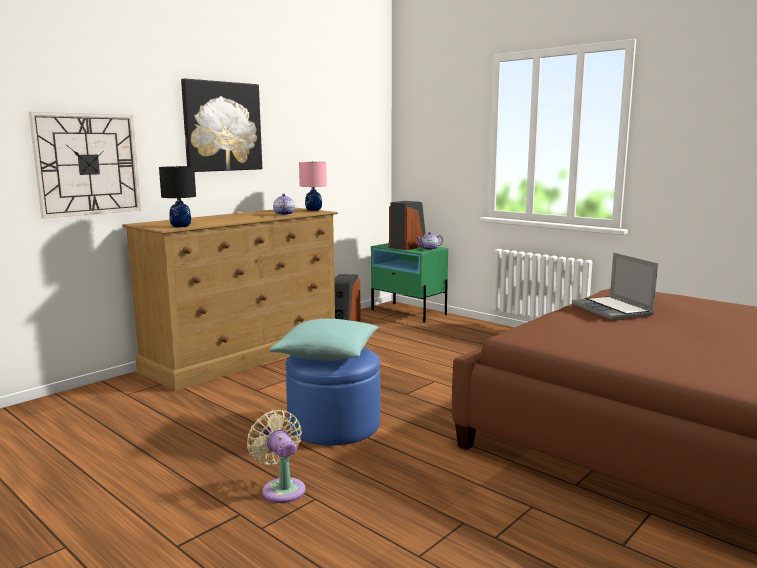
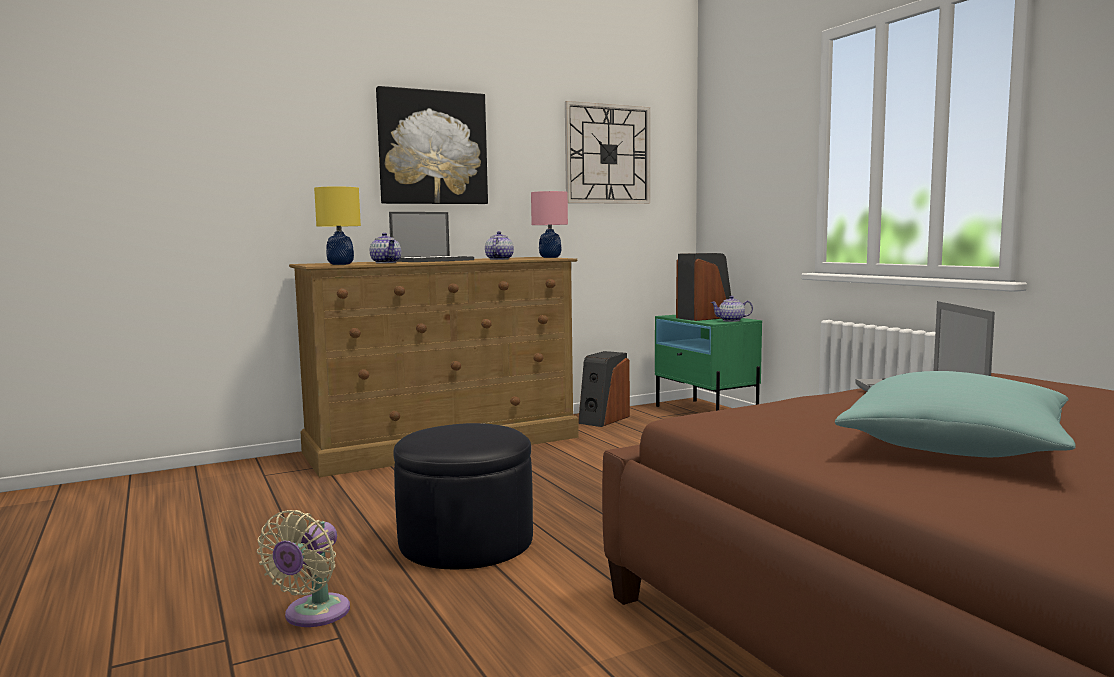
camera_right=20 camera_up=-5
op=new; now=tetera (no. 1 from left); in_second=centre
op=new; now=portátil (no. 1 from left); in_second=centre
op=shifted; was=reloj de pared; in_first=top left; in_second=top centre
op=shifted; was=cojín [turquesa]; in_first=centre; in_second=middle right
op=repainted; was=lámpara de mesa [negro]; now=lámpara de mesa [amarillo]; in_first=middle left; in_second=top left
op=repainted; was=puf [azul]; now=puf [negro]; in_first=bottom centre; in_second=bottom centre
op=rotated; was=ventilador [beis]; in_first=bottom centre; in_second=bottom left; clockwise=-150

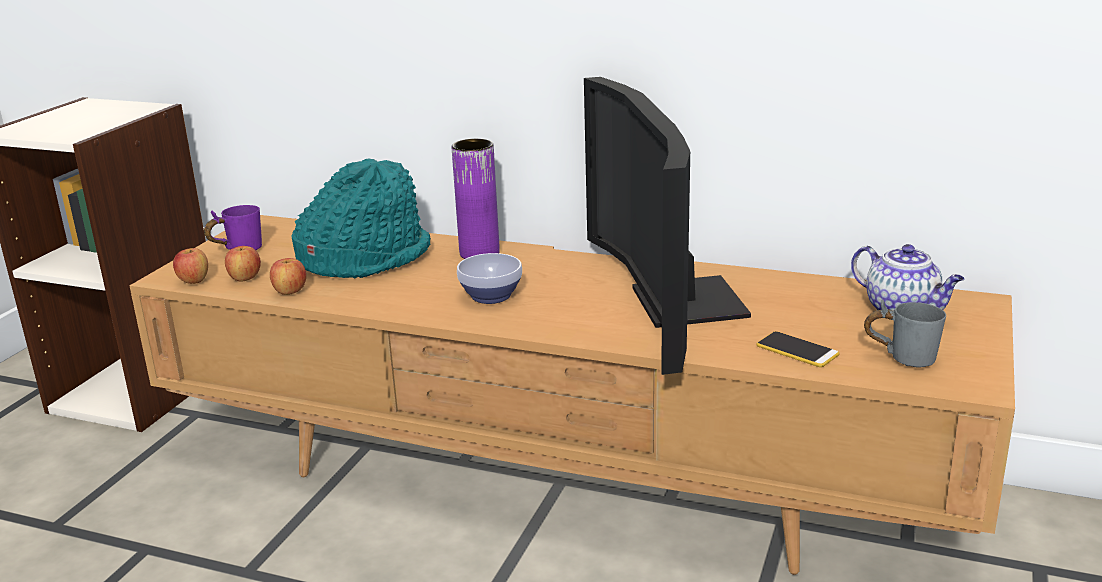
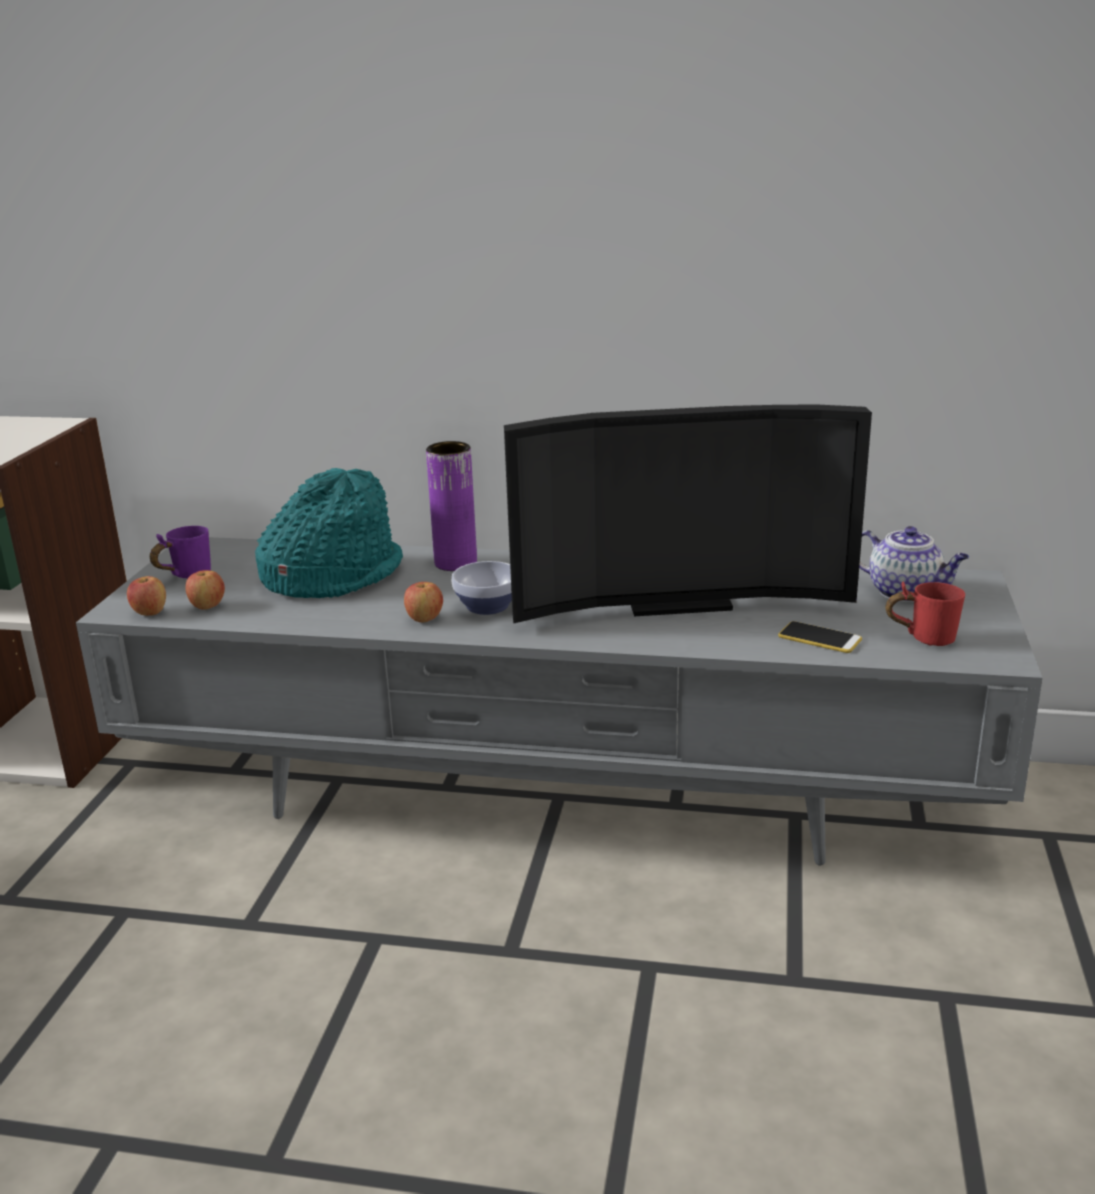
camera_right=-10 camera_up=0
op=shifted; was=manzana (no. 3 from left); in_first=middle left; in_second=centre
op=repainted; was=mueble de televisión [marrón]; now=mueble de televisión [gris]; in_first=bottom centre; in_second=centre
op=repainted; was=taza grande [gris]; now=taza grande [rojo]; in_first=middle right; in_second=middle right
op=rotated; was=televisor; in_first=centre; in_second=centre; clockwise=-75

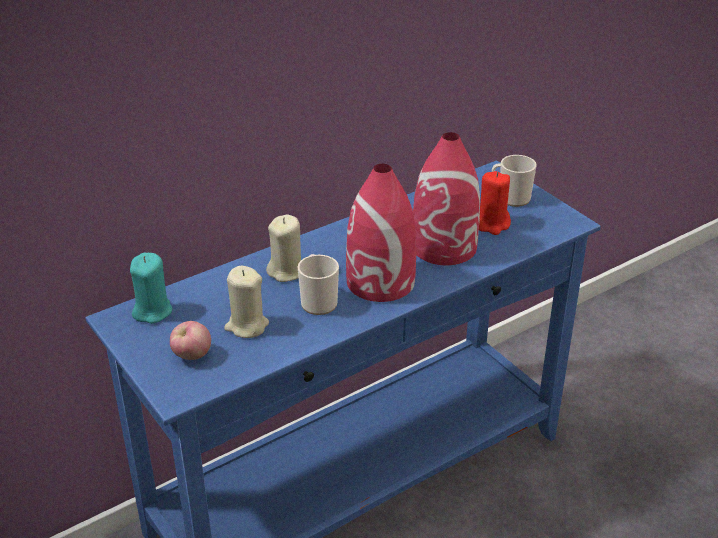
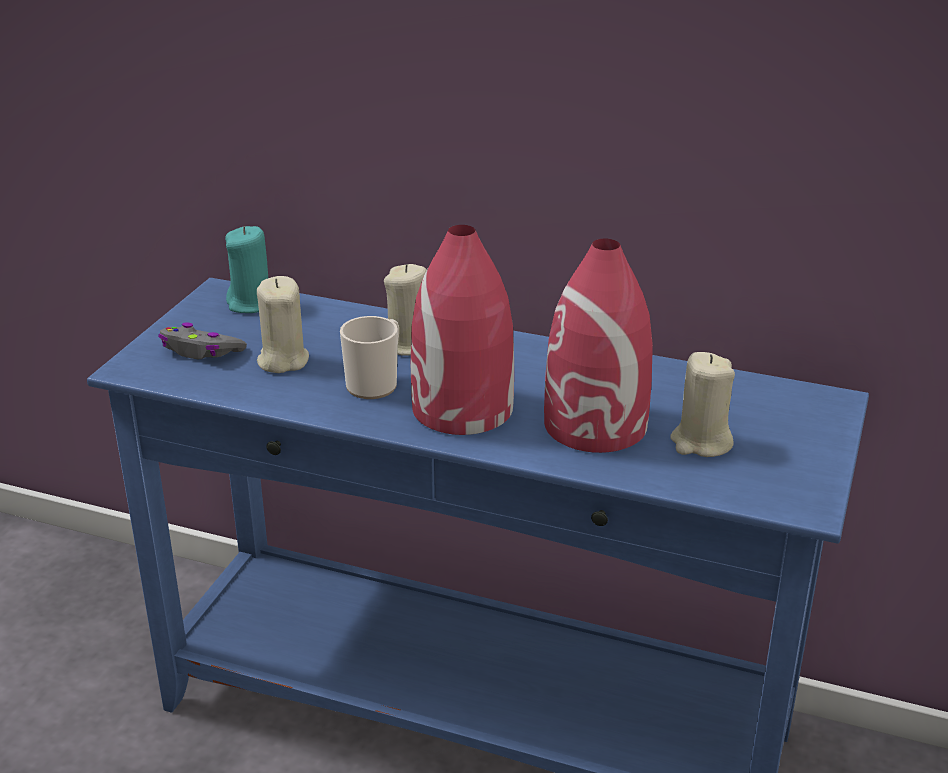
camera_right=55 camera_up=-5
op=gone; was=taza grande (no. 2 from left); in_first=middle right
op=swapped; was=manzana; now=mando de consola [gris]; in_first=middle left; in_second=middle left
op=repainted; was=vela [rojo]; now=vela [beis] (no. 3 from left); in_first=middle right; in_second=middle right

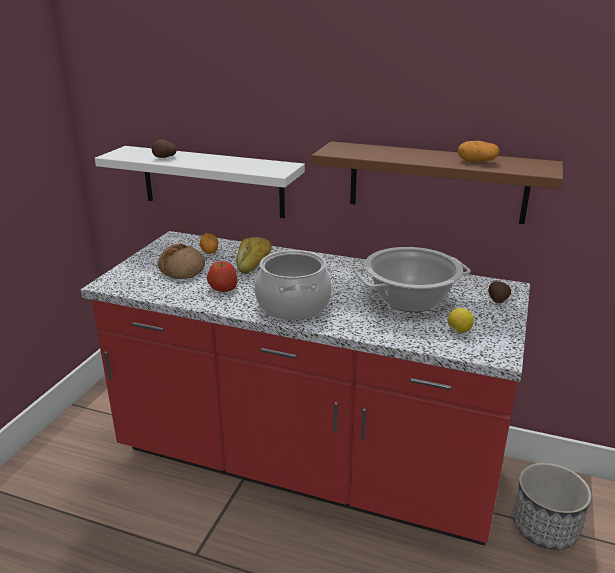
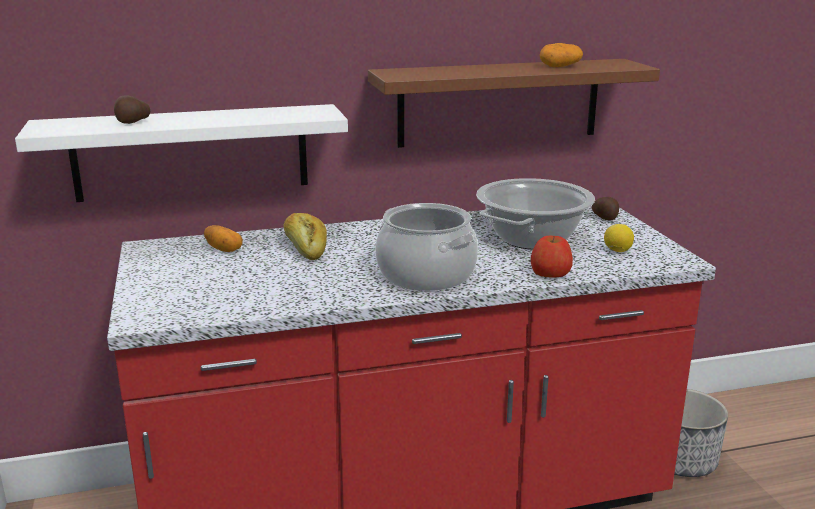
camera_right=-35 camera_up=-5
op=gone; was=pan (no. 1 from left); in_first=middle left
op=shifted; was=manzana; in_first=centre; in_second=middle right

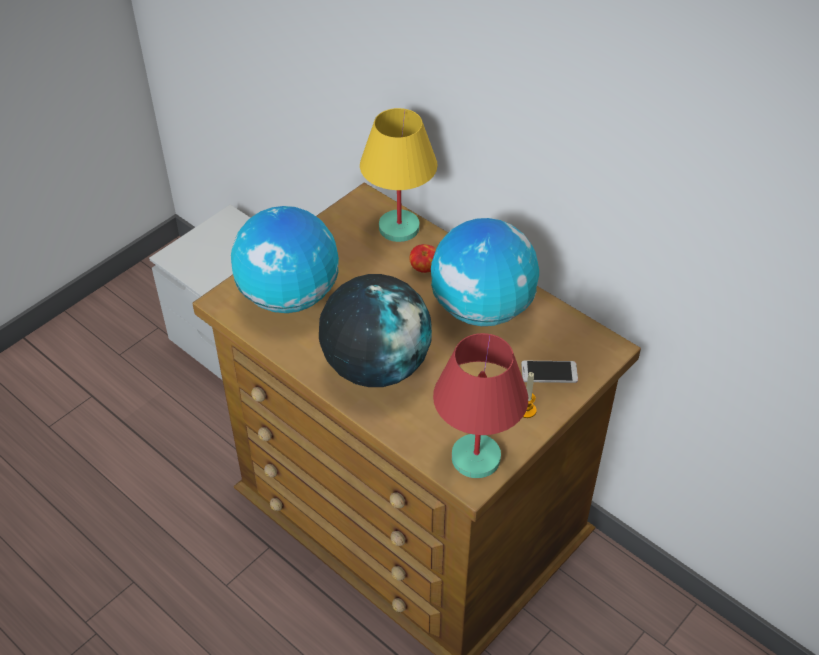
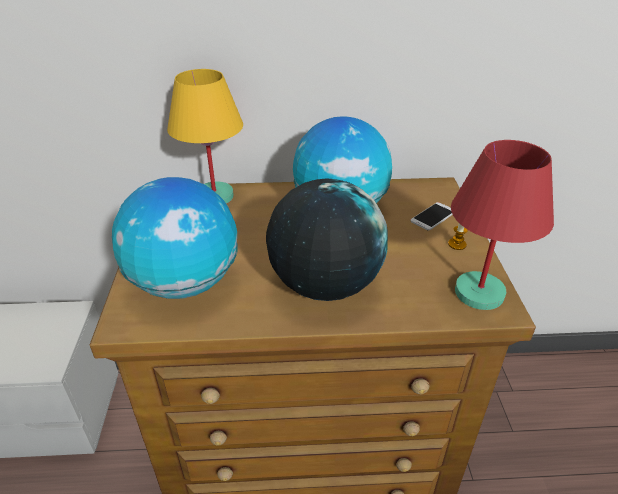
camera_right=-45 camera_up=-10
op=gone; was=manzana; in_first=centre

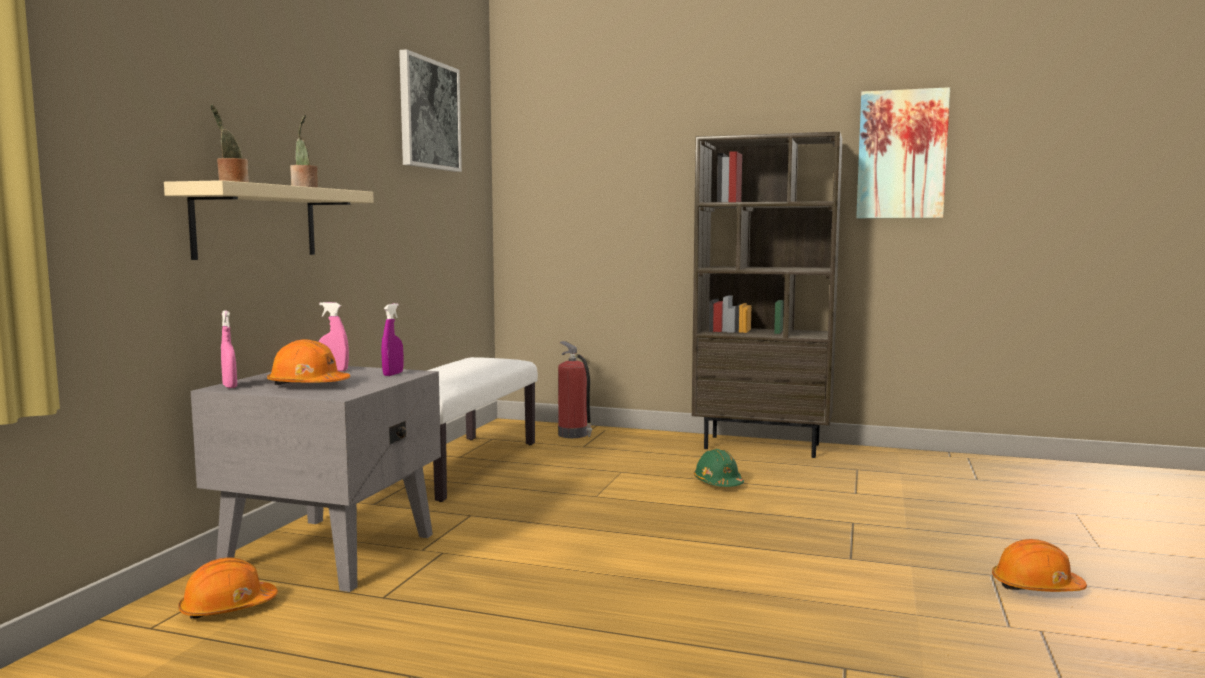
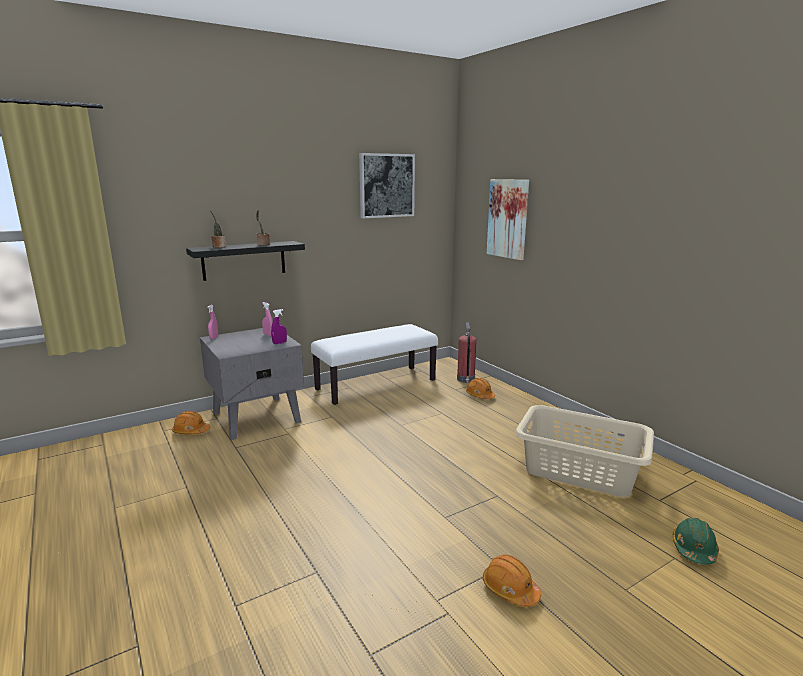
camera_right=40 camera_up=10
op=gone; was=estantería [marrón]; in_first=centre
op=new; now=cesto de la ropa [beis]; in_second=bottom right
op=shifted; was=casco [naranja] (no. 2 from left); in_first=middle left; in_second=centre
op=shifted; was=casco [verde]; in_first=bottom centre; in_second=bottom right
op=shifted; was=cuadro (no. 2 from left); in_first=top right; in_second=top centre
op=repainted; was=estante [beis]; now=estante [negro]; in_first=top left; in_second=middle left

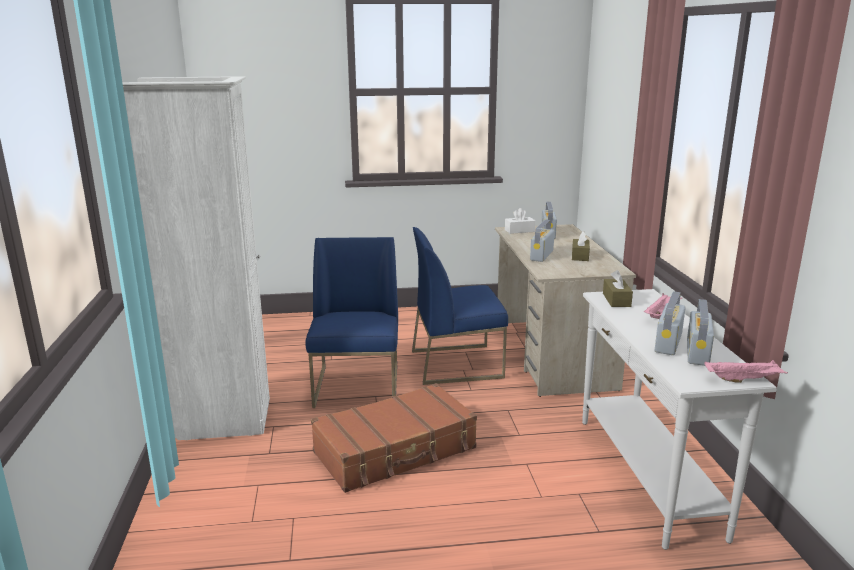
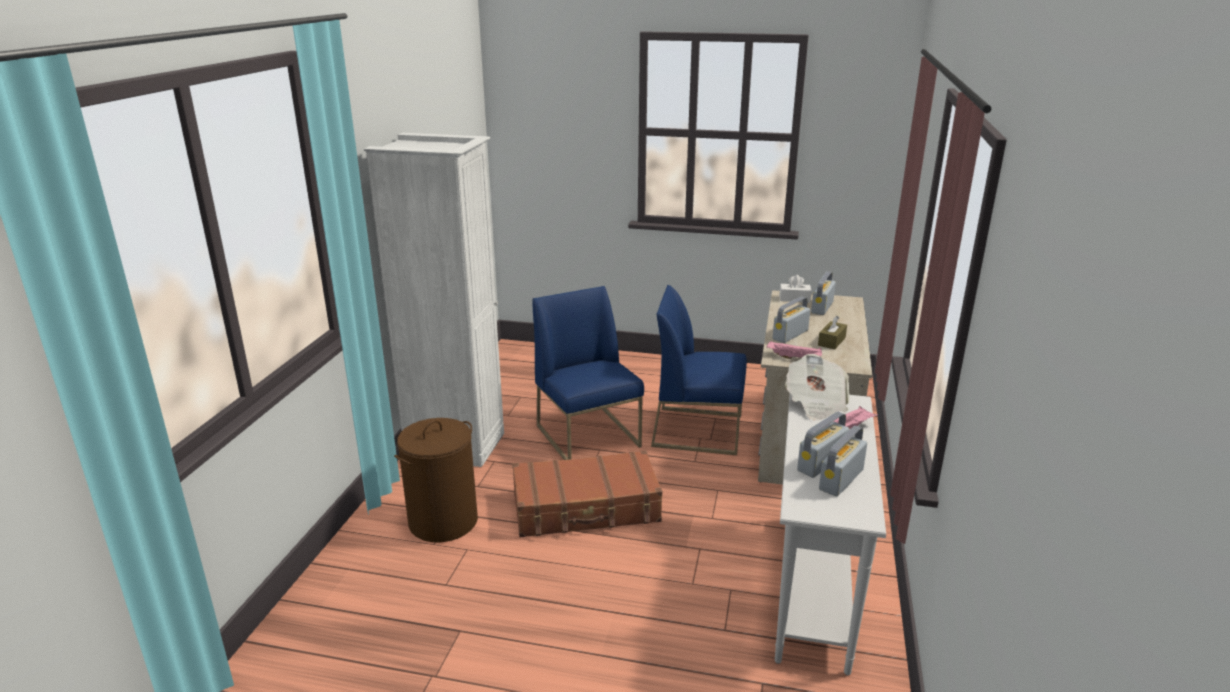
camera_right=20 camera_up=5
op=new; now=cesto de la ropa [marrón]; in_second=bottom centre
op=shifted; was=bandeja [rosa] (no. 2 from left in the first image); now=bandeja [rosa] (no. 1 from left); in_first=middle right; in_second=centre
op=swapped; was=caja de pañuelos [marrón] (no. 2 from left); now=periódico; in_first=middle right; in_second=centre
op=rotated; was=silla [azul] (no. 1 from left); in_first=centre; in_second=centre; clockwise=-45

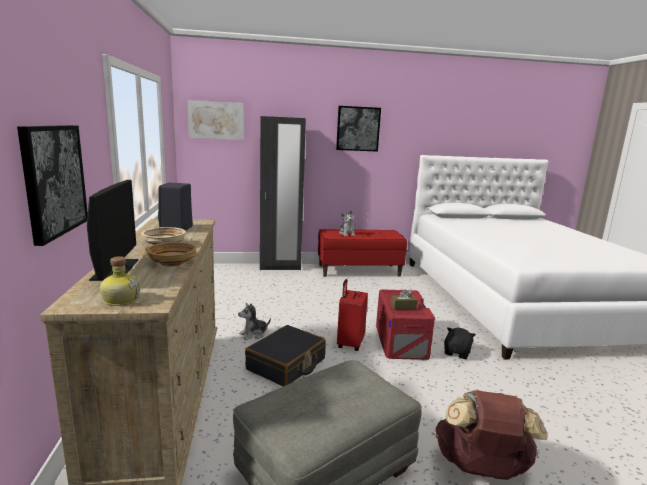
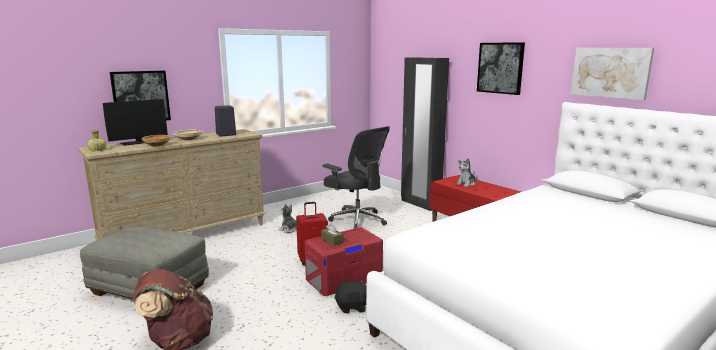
camera_right=60 camera_up=0
op=gone; was=maleta [negro]; in_first=bottom centre
op=new; now=silla de oficina; in_second=centre
op=shifted; was=cuadro (no. 2 from left in the first image); now=cuadro (no. 3 from left); in_first=top left; in_second=top right

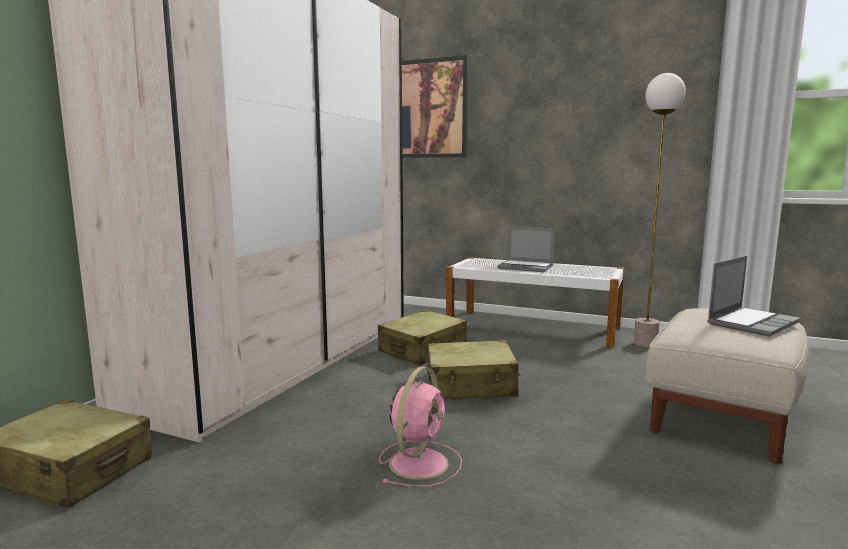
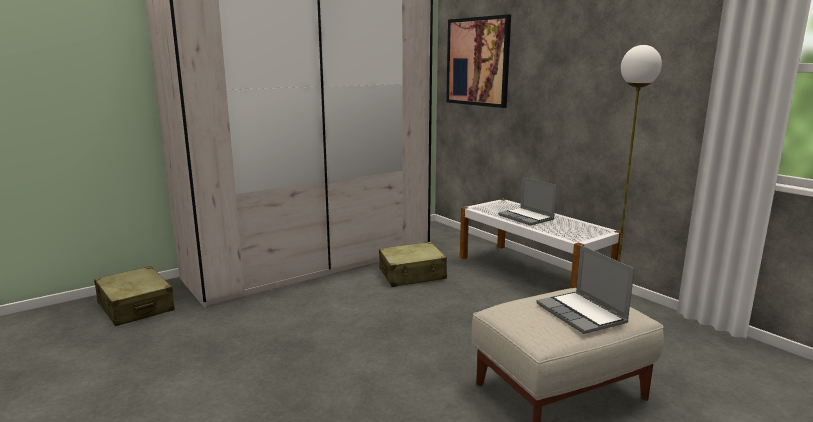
camera_right=30 camera_up=5
op=gone; was=ventilador [rosa]; in_first=bottom centre
op=gone; was=maleta [beis] (no. 3 from left); in_first=bottom centre
op=rotated; was=portátil (no. 2 from left); in_first=middle right; in_second=bottom right; clockwise=75

